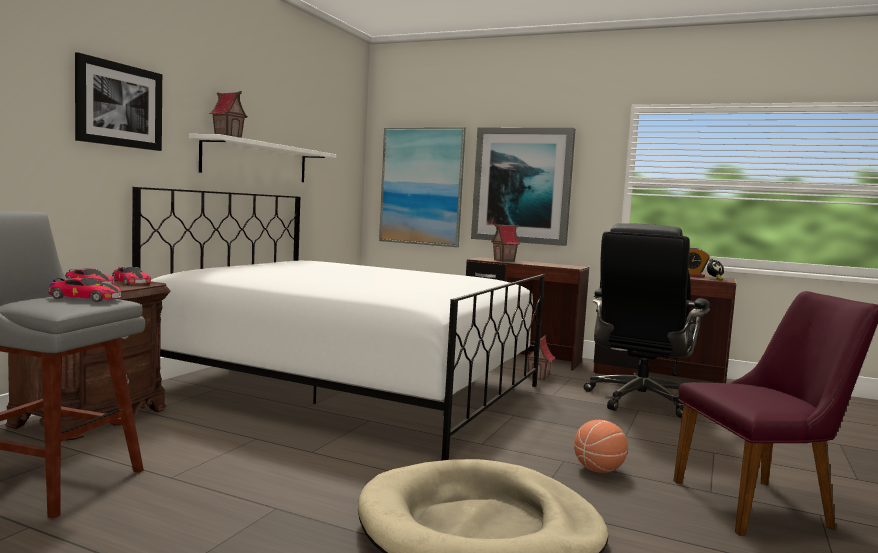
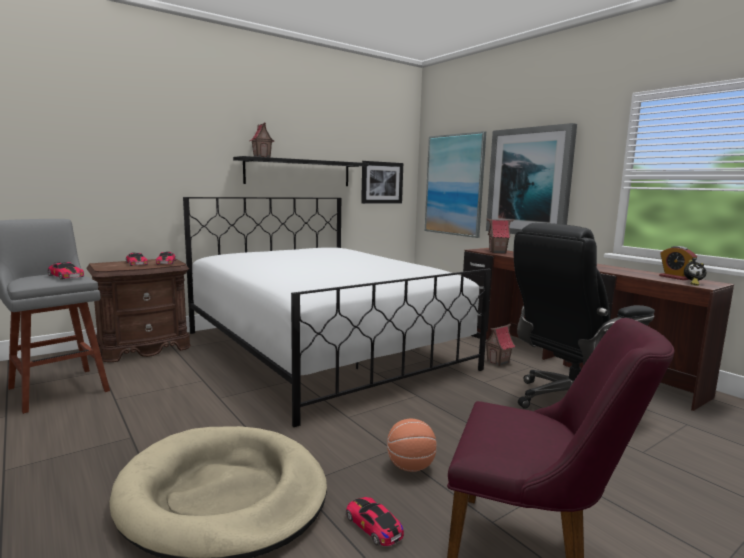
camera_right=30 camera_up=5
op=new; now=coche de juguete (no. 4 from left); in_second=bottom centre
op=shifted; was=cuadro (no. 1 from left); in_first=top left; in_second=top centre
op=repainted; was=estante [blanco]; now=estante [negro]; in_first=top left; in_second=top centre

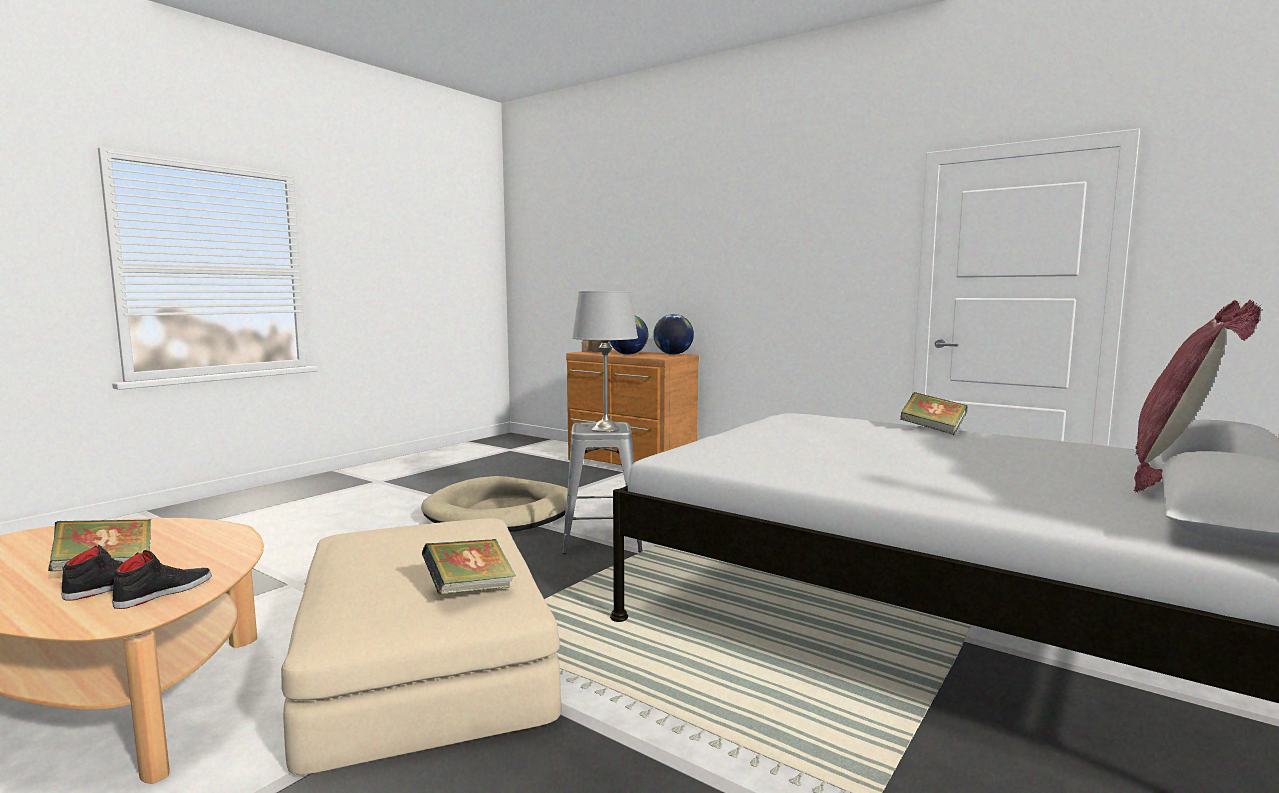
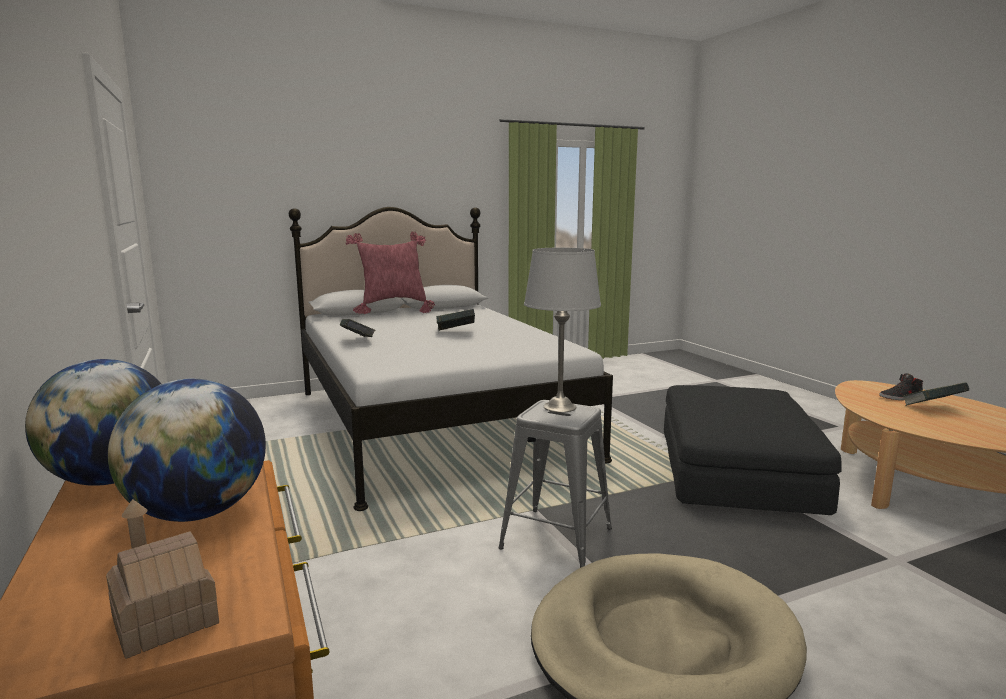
camera_right=-150 camera_up=5
op=gone; was=zapato [negro] (no. 2 from left); in_first=bottom left
op=shifted; was=libro (no. 2 from left); in_first=bottom centre; in_second=centre
op=repainted; was=puf [beis]; now=puf [negro]; in_first=bottom left; in_second=middle right

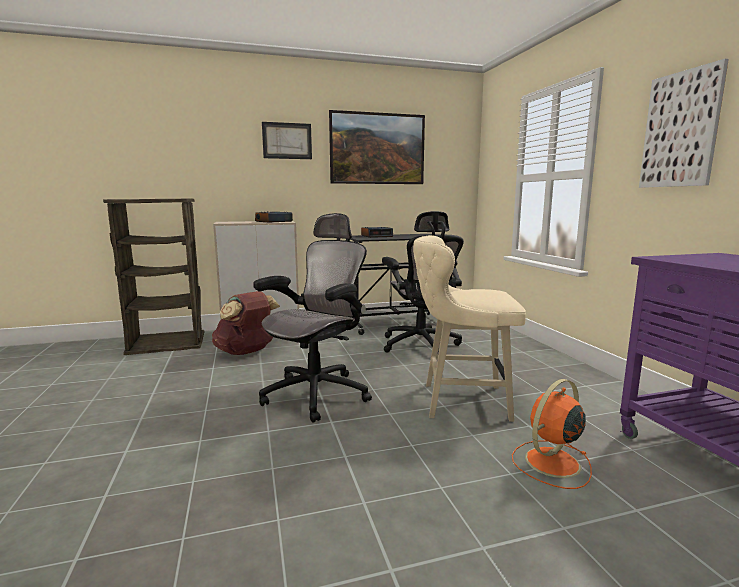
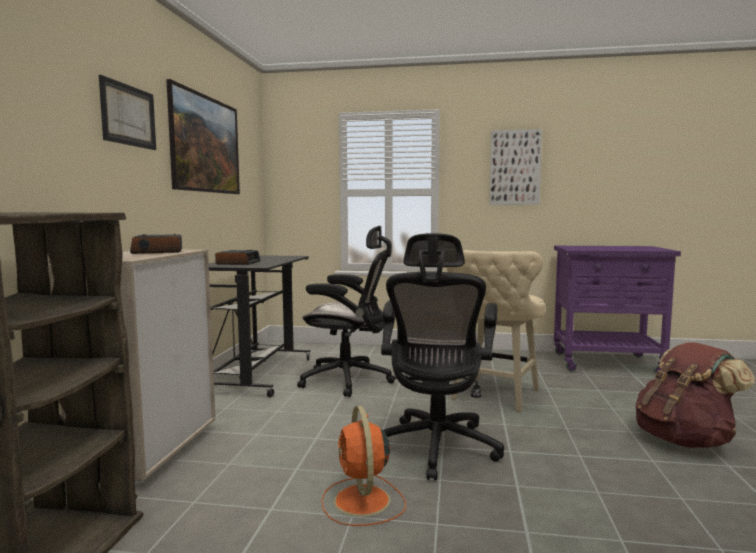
camera_right=-65 camera_up=-5
op=shifted; was=mochila [marrón]; in_first=middle left; in_second=bottom right
op=shifted; was=ventilador [naranja]; in_first=bottom right; in_second=bottom centre
op=rotated; was=silla de oficina (no. 1 from left in the first image); in_first=centre; in_second=centre; clockwise=-135

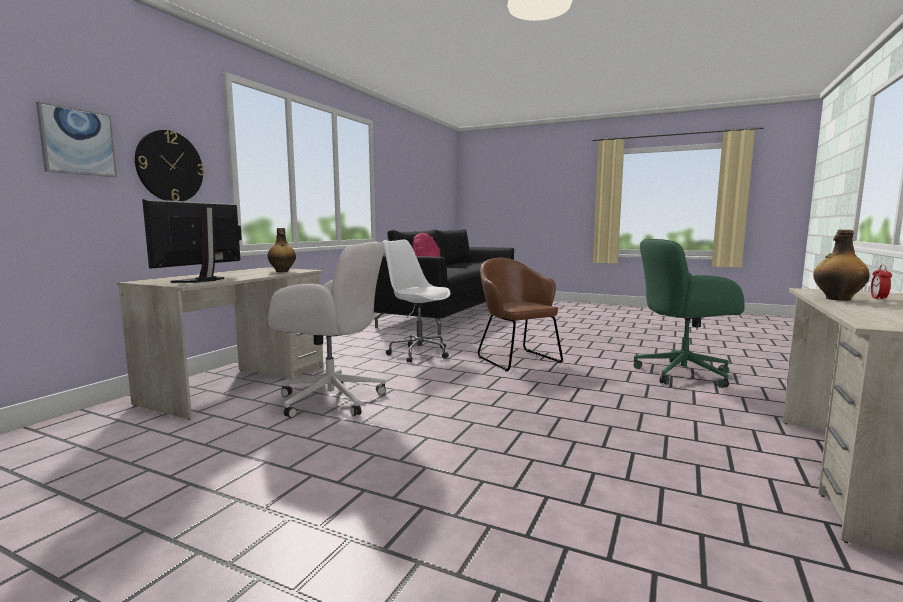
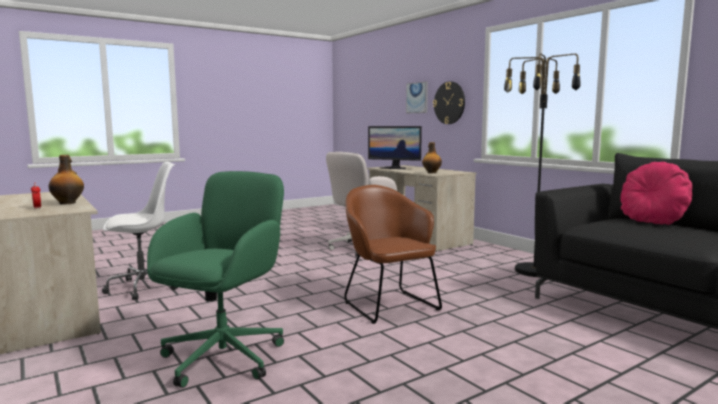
camera_right=120 camera_up=0
op=new; now=lámpara de pie; in_second=middle right
op=shifted; was=silla de oficina [blanco] (no. 2 from left in the first image); now=silla de oficina [blanco] (no. 1 from left); in_first=centre; in_second=middle left
op=rotated; was=monitor; in_first=middle left; in_second=centre; clockwise=150
op=rotated; was=sillón [marrón]; in_first=centre; in_second=centre; clockwise=-120

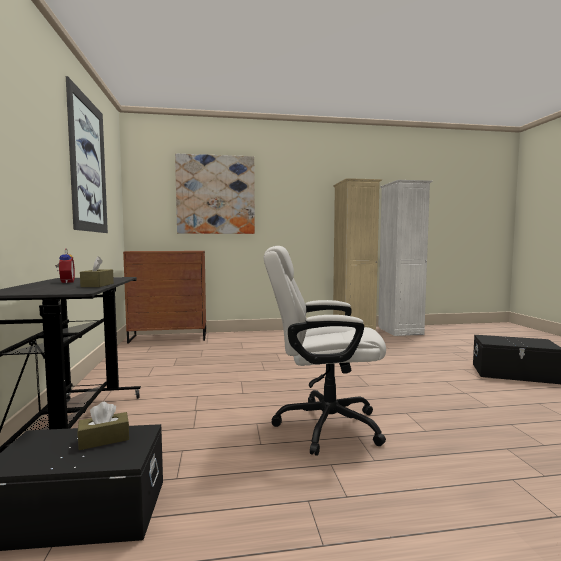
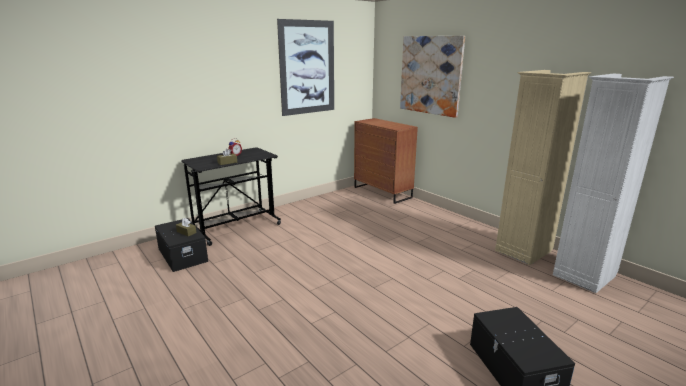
camera_right=60 camera_up=15
op=gone; was=silla de oficina [blanco]; in_first=centre

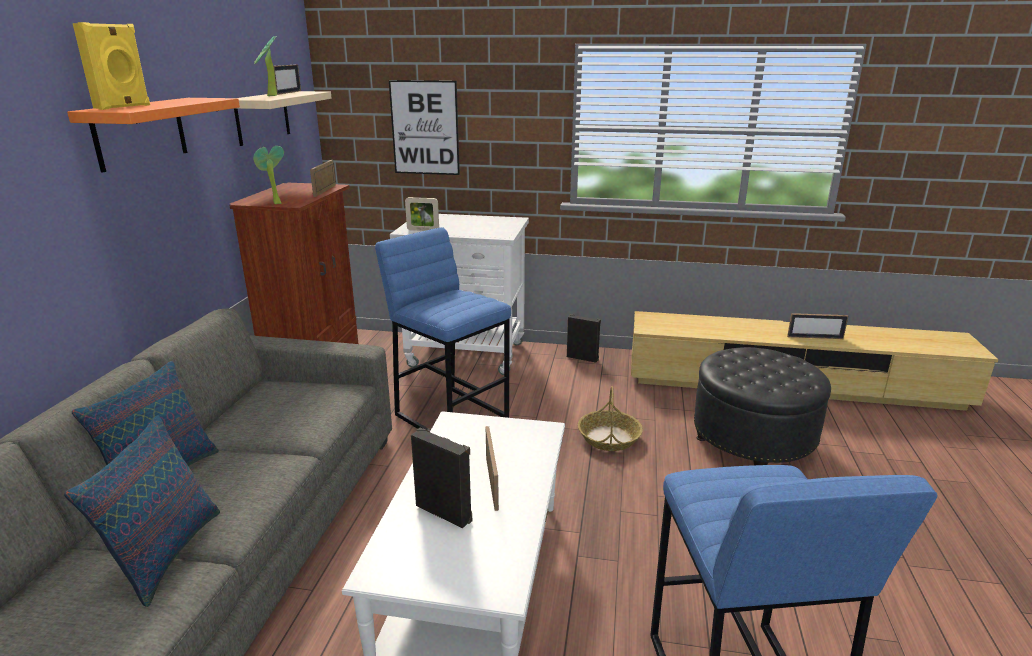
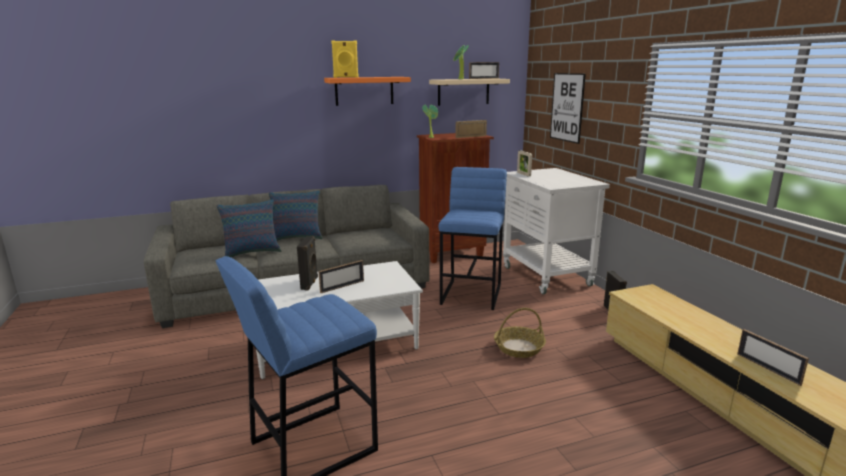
camera_right=60 camera_up=-5
op=gone; was=puf [negro]; in_first=middle right

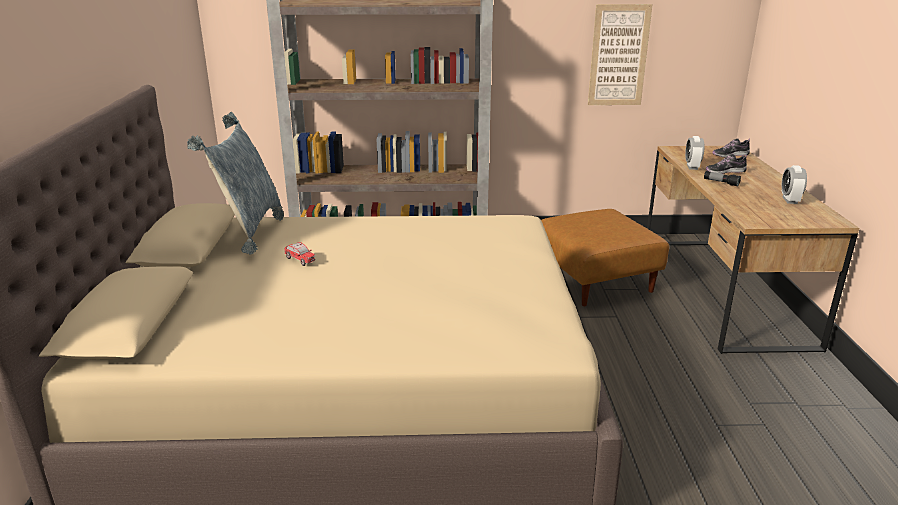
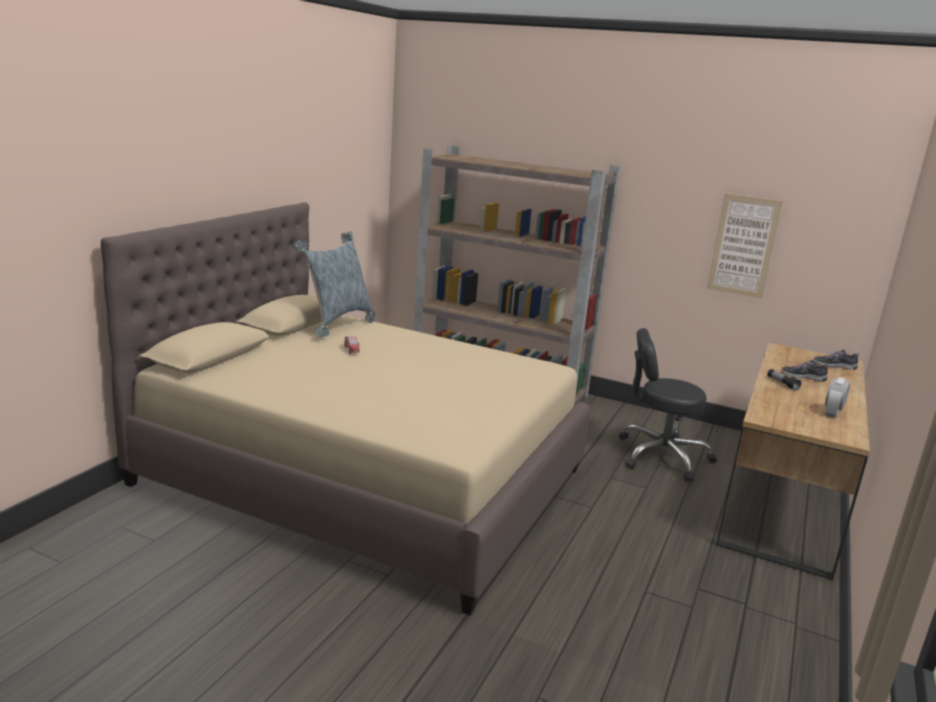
camera_right=25 camera_up=-5
op=gone; was=despertador (no. 1 from left); in_first=top right
op=swapped; was=puf [marrón]; now=silla de oficina [negro]; in_first=middle right; in_second=middle right

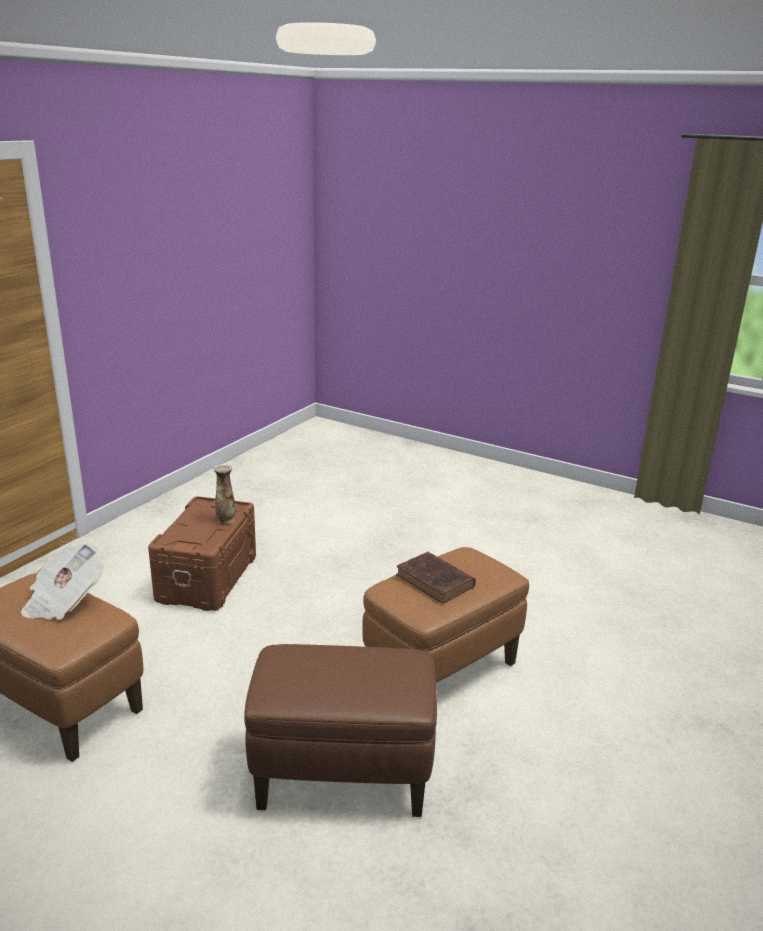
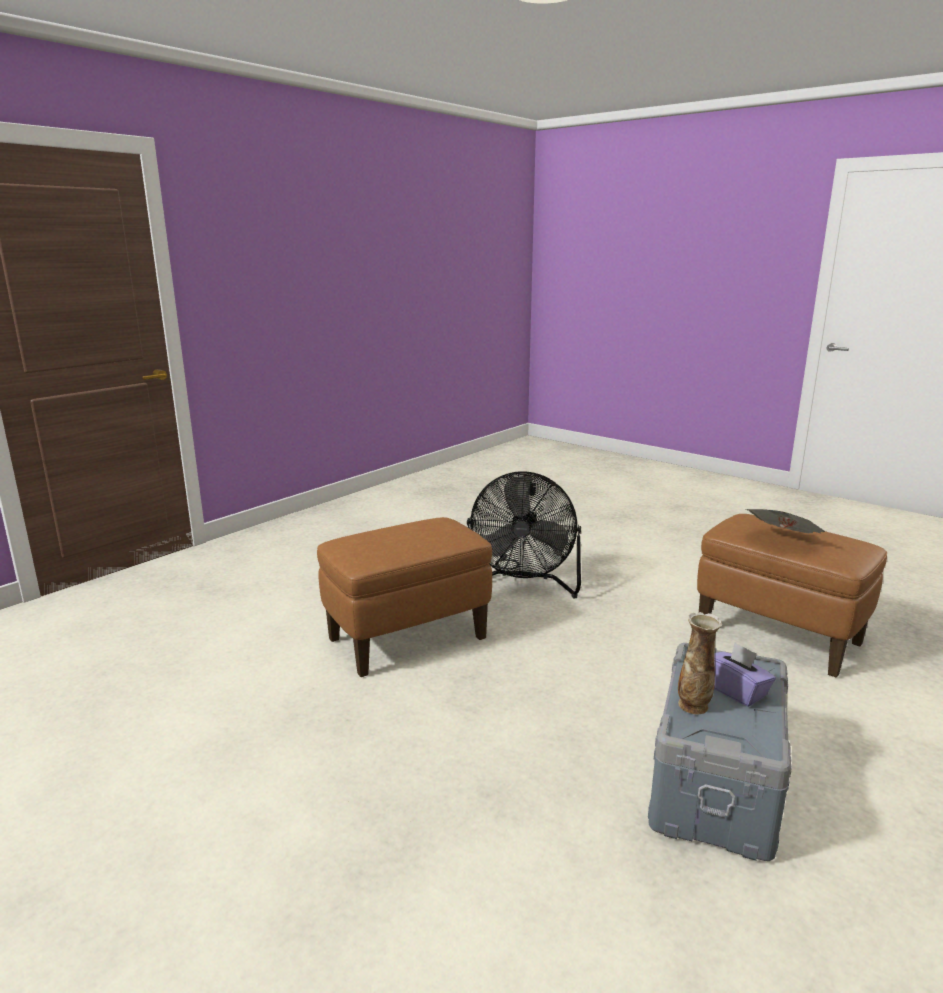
camera_right=-170 camera_up=-5
op=gone; was=libro [marrón]; in_first=centre
op=new; now=caja de pañuelos [morado]; in_second=bottom right
op=swapped; was=puf [marrón] (no. 2 from left); now=ventilador [negro]; in_first=bottom centre; in_second=centre
op=repainted; was=caja de almacenaje [marrón]; now=caja de almacenaje [gris]; in_first=middle left; in_second=bottom right

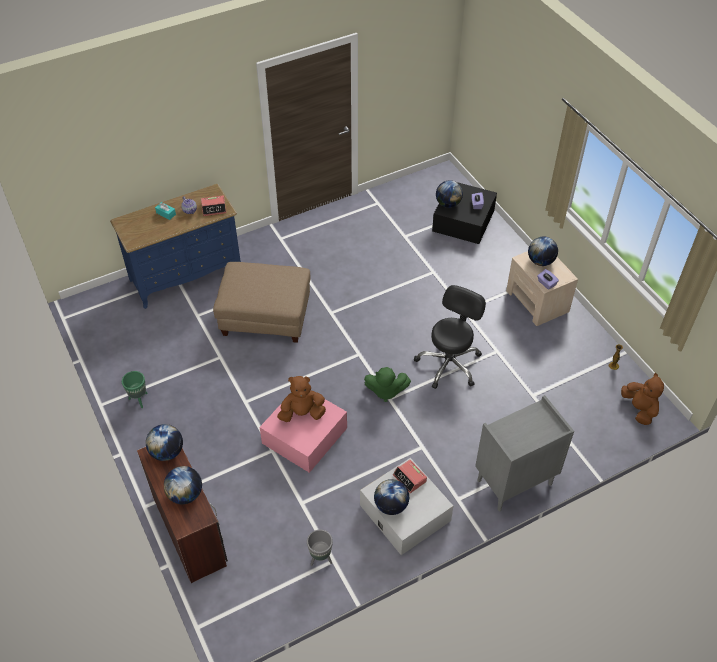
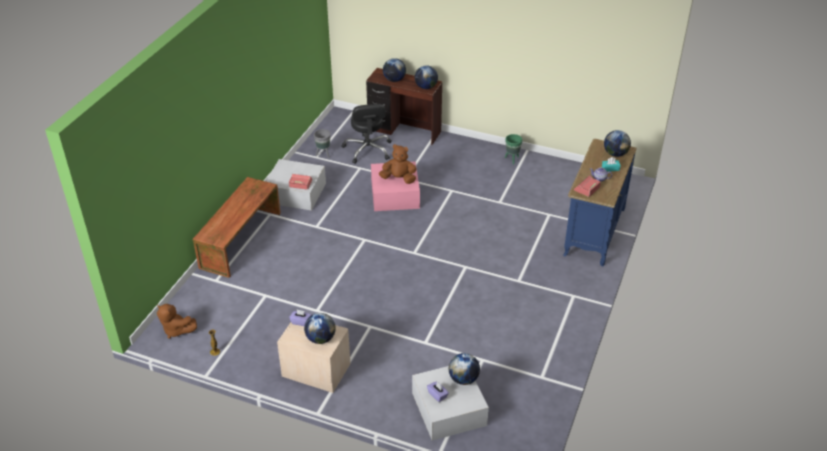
camera_right=140 camera_up=-10
op=gone; was=puf [beis]; in_first=centre
op=gone; was=peluche [verde]; in_first=centre
op=shifted; was=globo terráqueo (no. 3 from left in the first image); now=globo terráqueo (no. 5 from left); in_first=bottom centre; in_second=top right
op=shifted; was=silla de oficina [negro]; in_first=centre; in_second=top centre
op=swapped; was=armario [gris]; now=banco [marrón]; in_first=bottom right; in_second=middle left
op=repainted; was=caja de almacenaje [negro]; now=caja de almacenaje [blanco] (no. 2 from left); in_first=top centre; in_second=bottom centre
op=rotated; was=peluche [marrón] (no. 1 from left in the first image); in_first=centre; in_second=centre; clockwise=-120

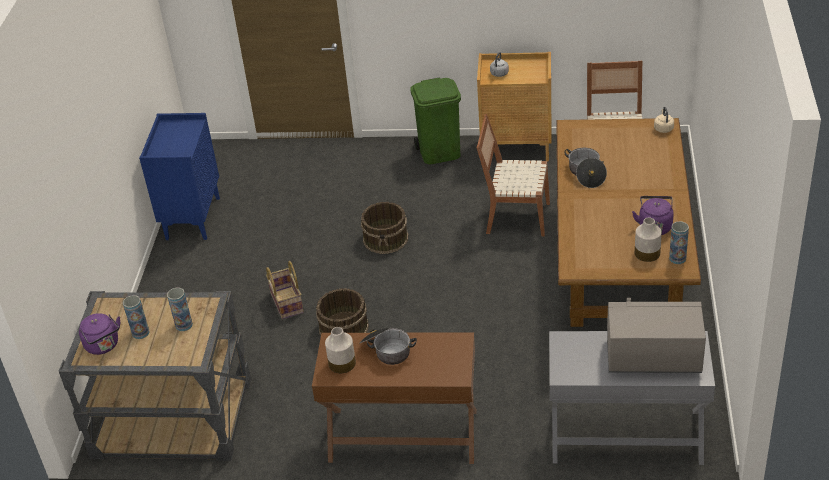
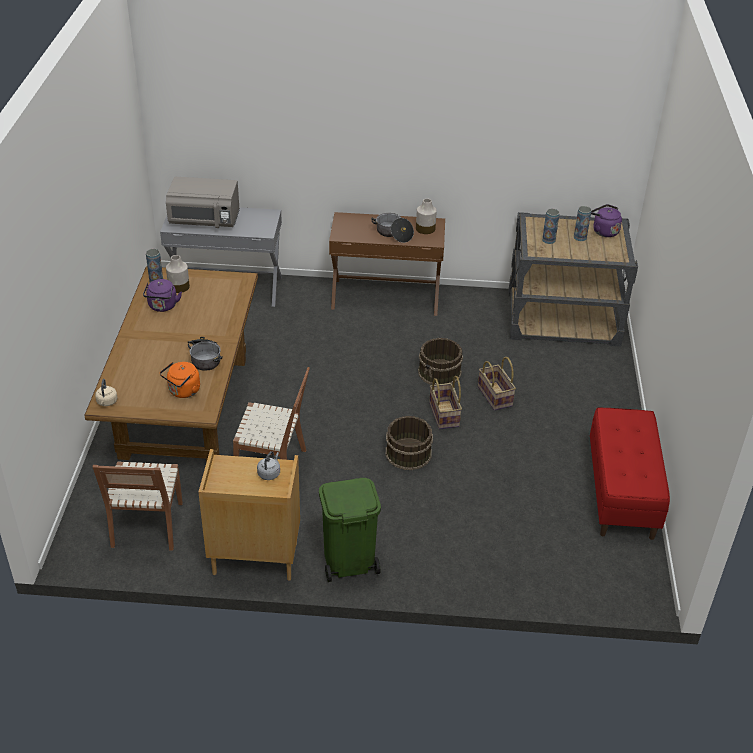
camera_right=175 camera_up=0
op=new; now=hervidor [naranja]; in_second=middle left
op=new; now=cesta (no. 1 from left); in_second=centre
op=swapped; was=armario [azul]; now=banco [rojo]; in_first=middle left; in_second=middle right

